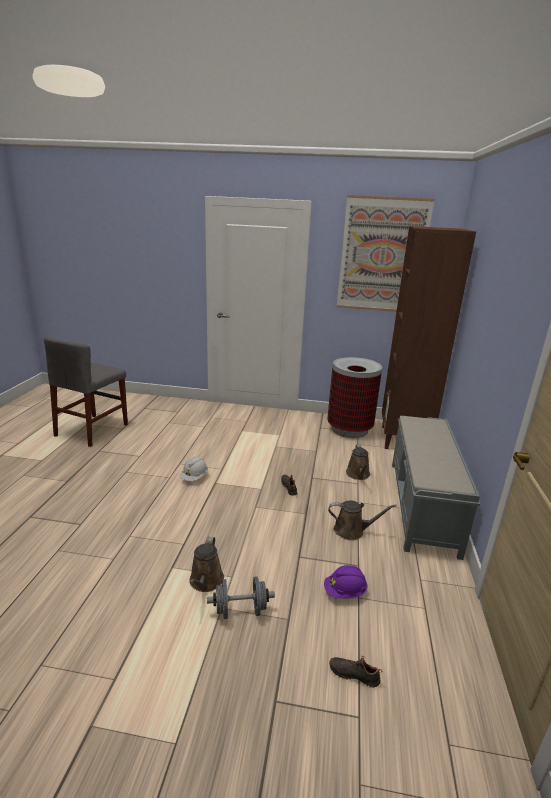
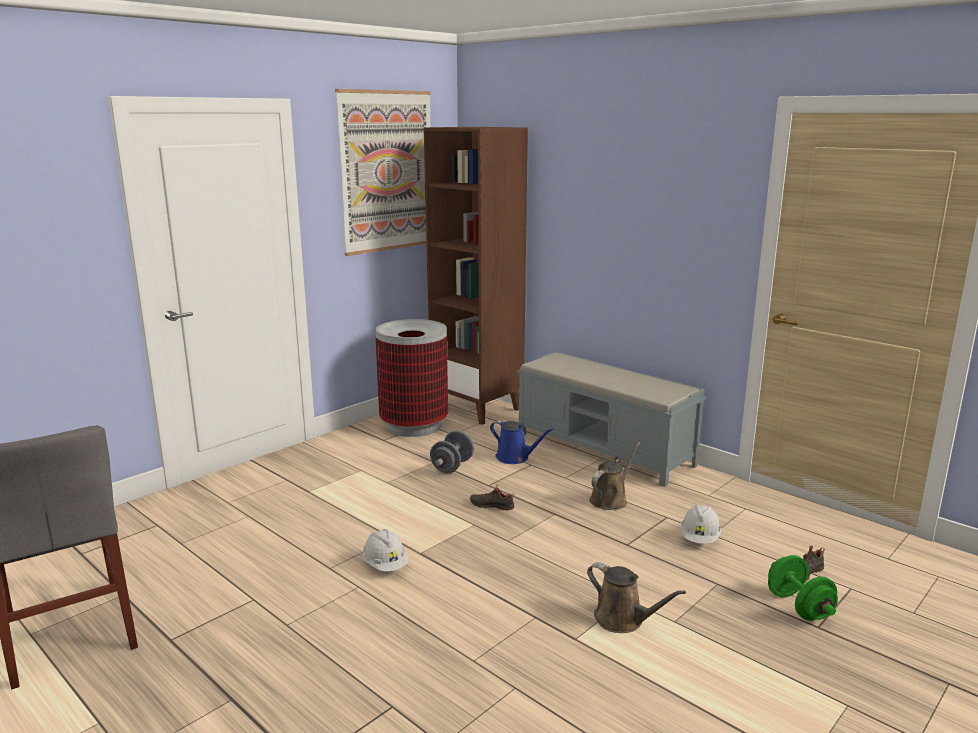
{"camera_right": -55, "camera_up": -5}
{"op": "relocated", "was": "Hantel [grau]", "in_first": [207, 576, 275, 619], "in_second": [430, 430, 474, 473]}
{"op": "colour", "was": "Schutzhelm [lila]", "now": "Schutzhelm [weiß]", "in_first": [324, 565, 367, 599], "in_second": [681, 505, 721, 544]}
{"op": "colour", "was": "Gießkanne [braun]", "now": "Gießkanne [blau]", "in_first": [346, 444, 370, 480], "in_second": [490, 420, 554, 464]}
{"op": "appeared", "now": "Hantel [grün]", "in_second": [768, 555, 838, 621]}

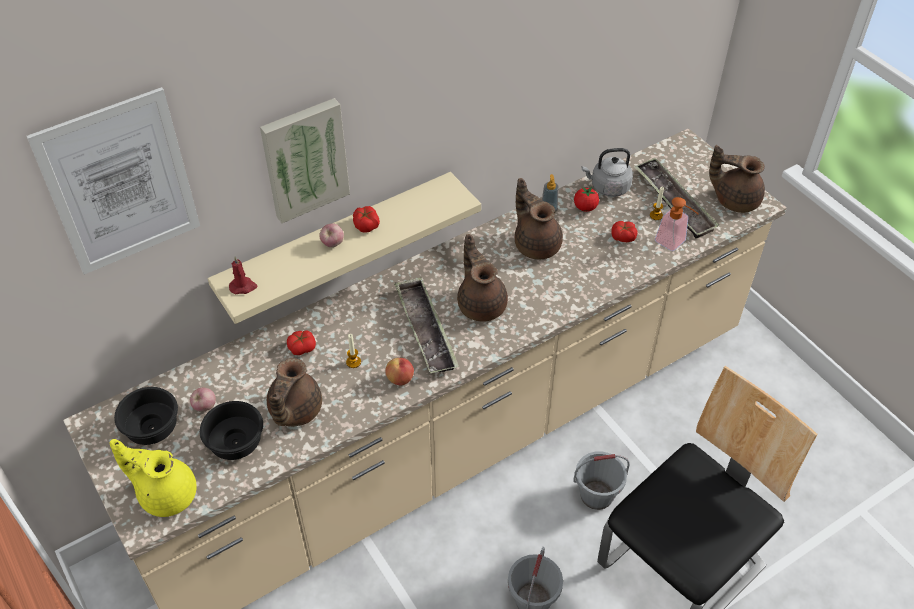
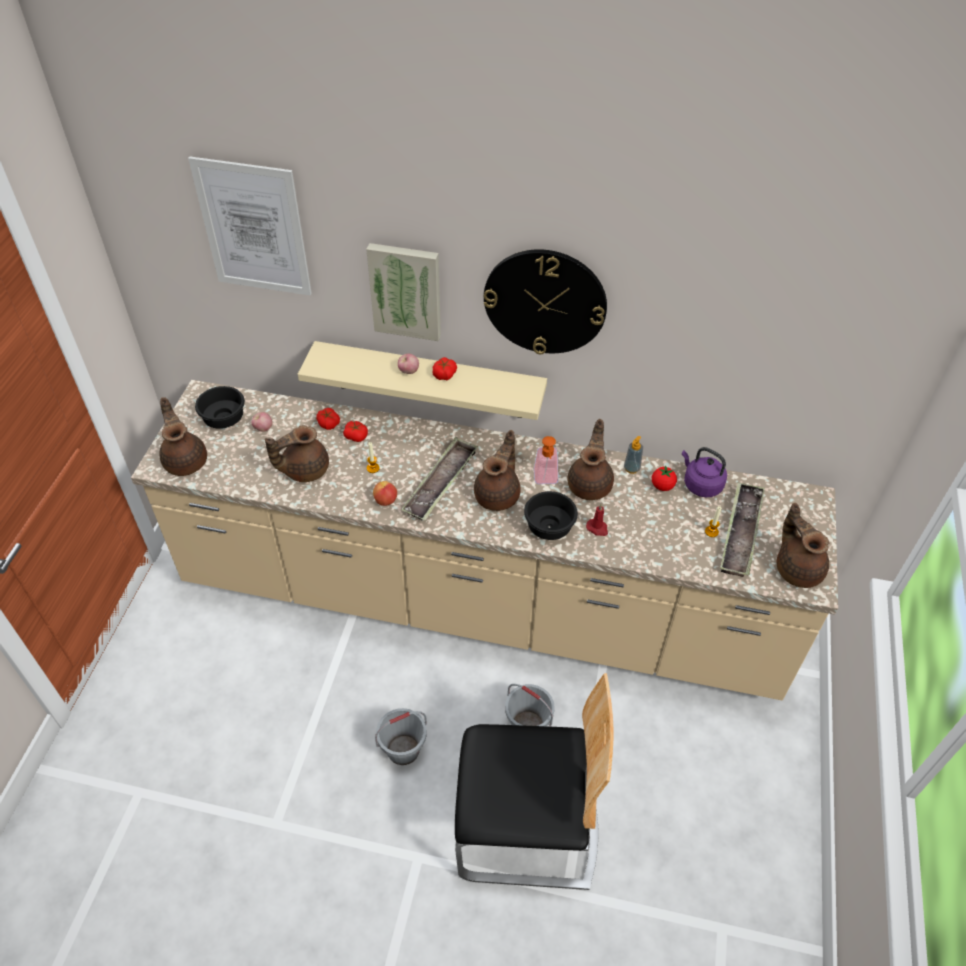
{"camera_right": 45, "camera_up": 0}
{"op": "colour", "was": "Teekanne [gelb]", "now": "Teekanne [braun]", "in_first": [110, 439, 197, 517], "in_second": [159, 397, 207, 476]}
{"op": "relocated", "was": "Schüssel [schwarz]", "in_first": [200, 401, 263, 460], "in_second": [524, 491, 578, 540]}
{"op": "relocated", "was": "Kerze [rot]", "in_first": [229, 256, 257, 294], "in_second": [586, 504, 608, 536]}
{"op": "colour", "was": "Wasserkessel [grau]", "now": "Wasserkessel [lila]", "in_first": [582, 148, 633, 197], "in_second": [682, 447, 727, 497]}
{"op": "relocated", "was": "Tomate", "in_first": [611, 221, 637, 242], "in_second": [316, 408, 340, 430]}
{"op": "relocated", "was": "Seifenspender", "in_first": [655, 197, 699, 251], "in_second": [534, 436, 558, 484]}
{"op": "appeared", "now": "Wanduhr", "in_second": [484, 249, 607, 355]}

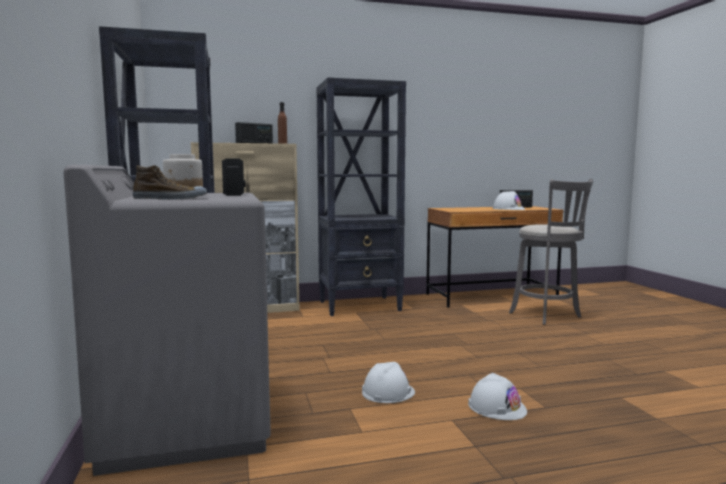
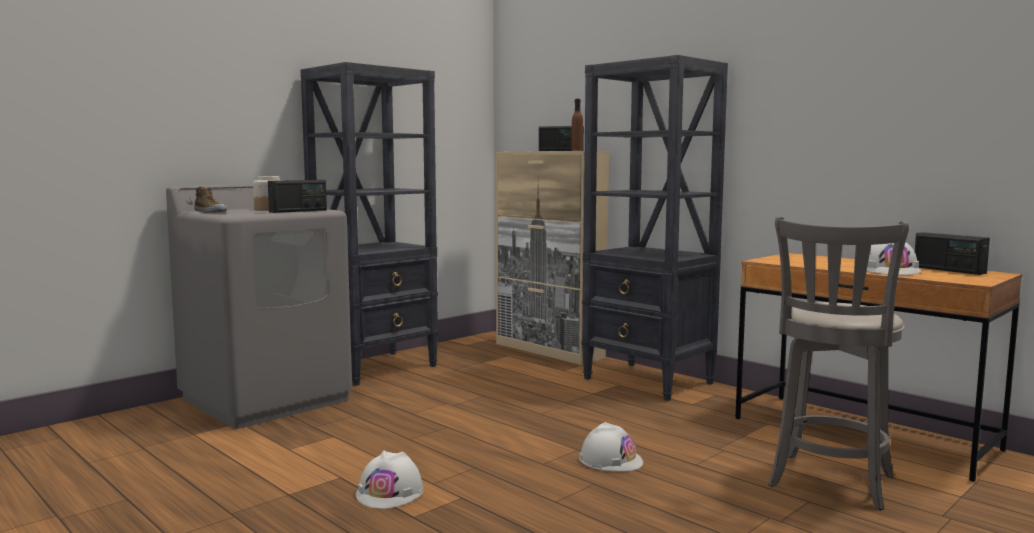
{"camera_right": 60, "camera_up": 0}
{"op": "relocated", "was": "Schutzhelm [weiß]", "in_first": [362, 362, 415, 403], "in_second": [579, 422, 643, 472]}

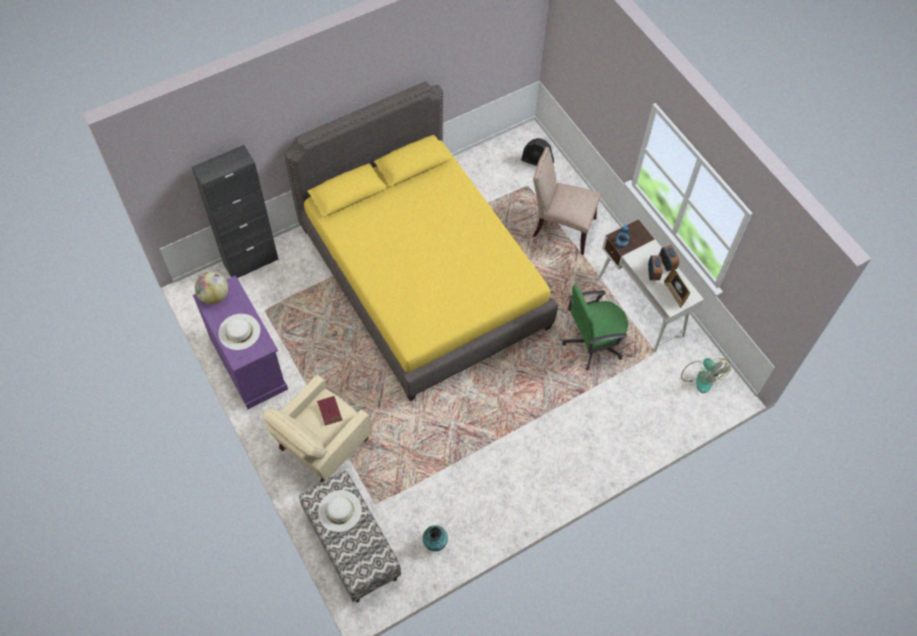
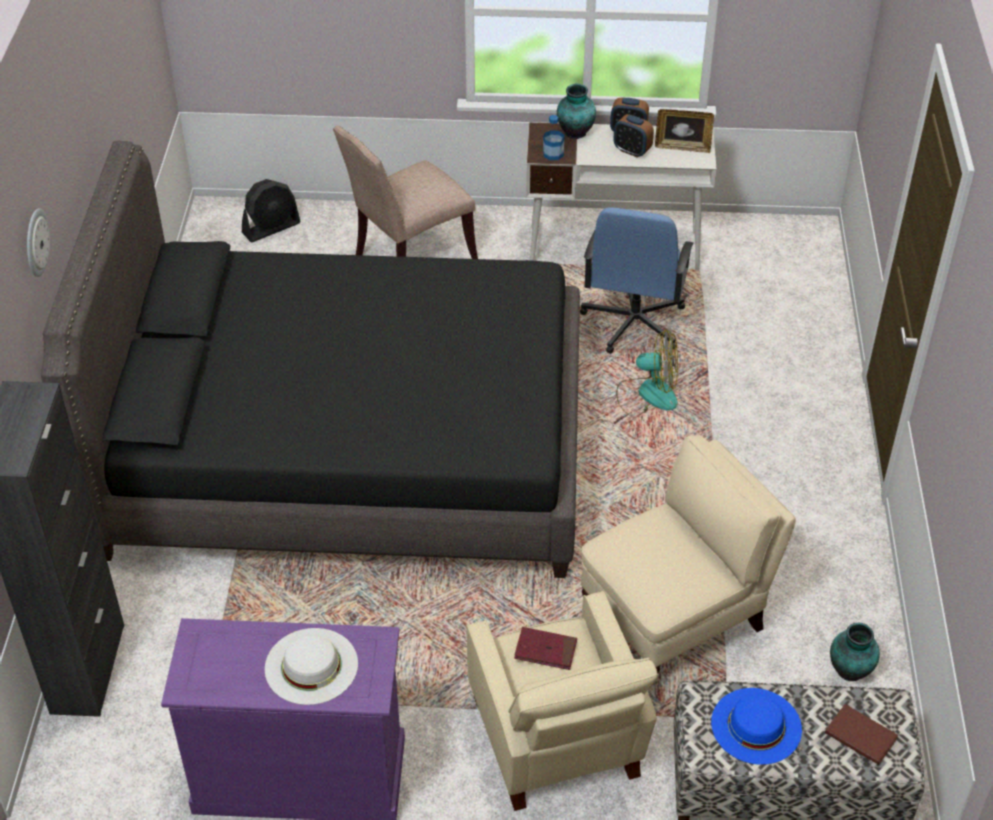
{"camera_right": -55, "camera_up": -15}
{"op": "missing", "was": "Globus", "in_first": [195, 272, 228, 304]}
{"op": "colour", "was": "Bett [gelb]", "now": "Bett [schwarz]", "in_first": [284, 81, 558, 401], "in_second": [41, 141, 580, 578]}
{"op": "colour", "was": "Hut [weiß]", "now": "Hut [blau]", "in_first": [318, 490, 362, 532], "in_second": [711, 688, 802, 765]}
{"op": "colour", "was": "Bürostuhl [grün]", "now": "Bürostuhl [blau]", "in_first": [562, 285, 628, 371], "in_second": [580, 208, 694, 354]}
{"op": "relocated", "was": "Ventilator", "in_first": [681, 358, 730, 393], "in_second": [616, 330, 678, 416]}
{"op": "appeared", "now": "Wanduhr", "in_second": [27, 208, 50, 277]}
{"op": "appeared", "now": "Vase", "in_second": [557, 84, 596, 139]}
{"op": "appeared", "now": "Sessel [beige]", "in_second": [581, 435, 796, 685]}
{"op": "appeared", "now": "Buch [braun]", "in_second": [825, 704, 898, 765]}

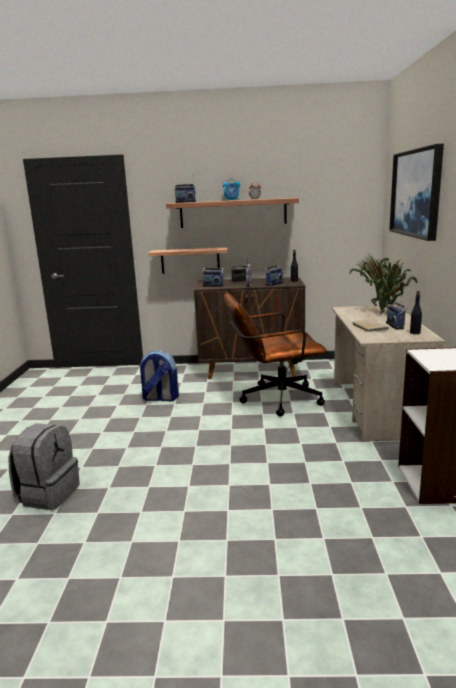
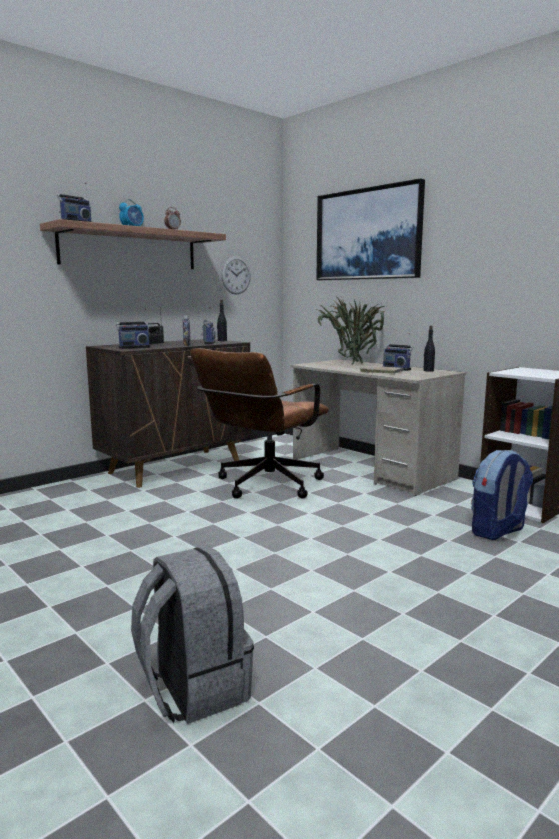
{"camera_right": -45, "camera_up": -5}
{"op": "relocated", "was": "Rucksack", "in_first": [139, 350, 179, 401], "in_second": [471, 450, 533, 540]}
{"op": "missing", "was": "Wandregal", "in_first": [148, 247, 228, 274]}
{"op": "appeared", "now": "Wanduhr", "in_second": [221, 256, 251, 295]}

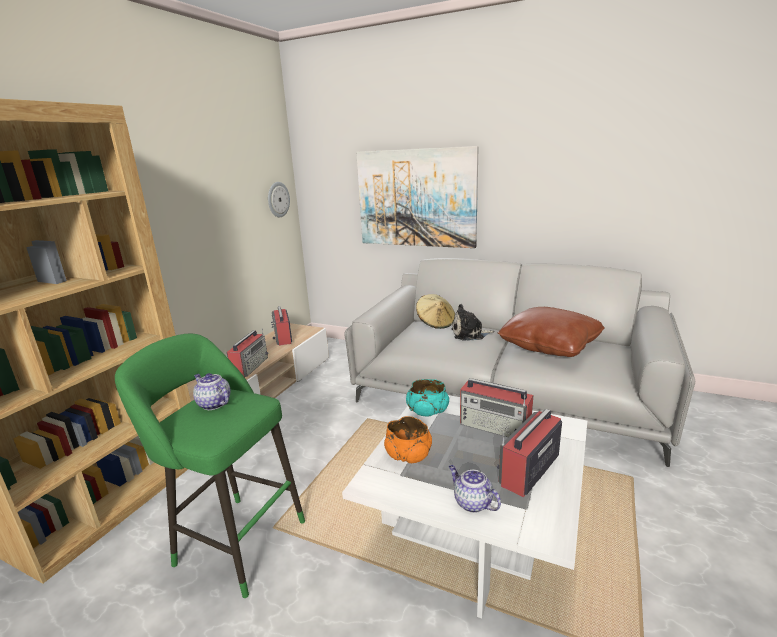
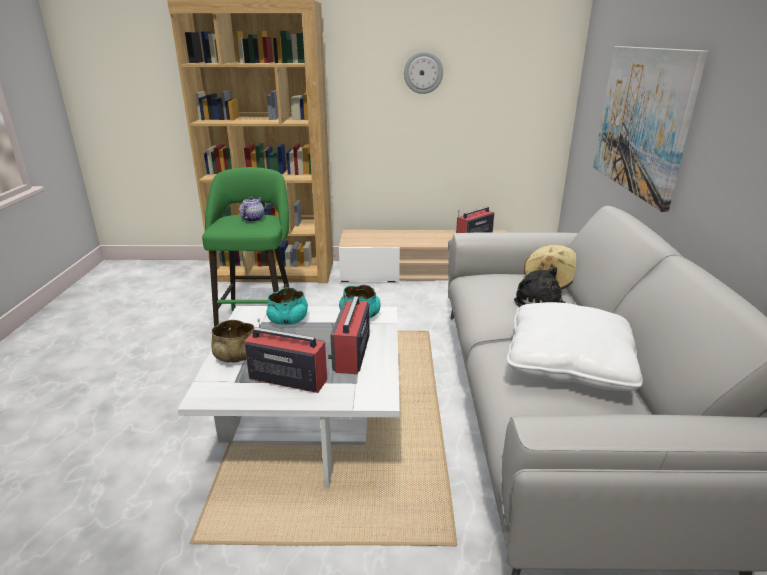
{"camera_right": 65, "camera_up": 5}
{"op": "missing", "was": "Radio", "in_first": [227, 329, 269, 377]}
{"op": "relocated", "was": "Wanduhr", "in_first": [268, 182, 290, 217], "in_second": [404, 51, 443, 94]}
{"op": "colour", "was": "Schüssel [orange]", "now": "Schüssel [türkis]", "in_first": [384, 416, 432, 463], "in_second": [266, 287, 308, 325]}
{"op": "exchanged", "was": "Teekanne", "now": "Schüssel [beige]", "in_first": [449, 465, 501, 513], "in_second": [211, 320, 254, 363]}
{"op": "colour", "was": "Kissen [braun]", "now": "Kissen [weiß]", "in_first": [498, 307, 604, 357], "in_second": [507, 302, 643, 391]}

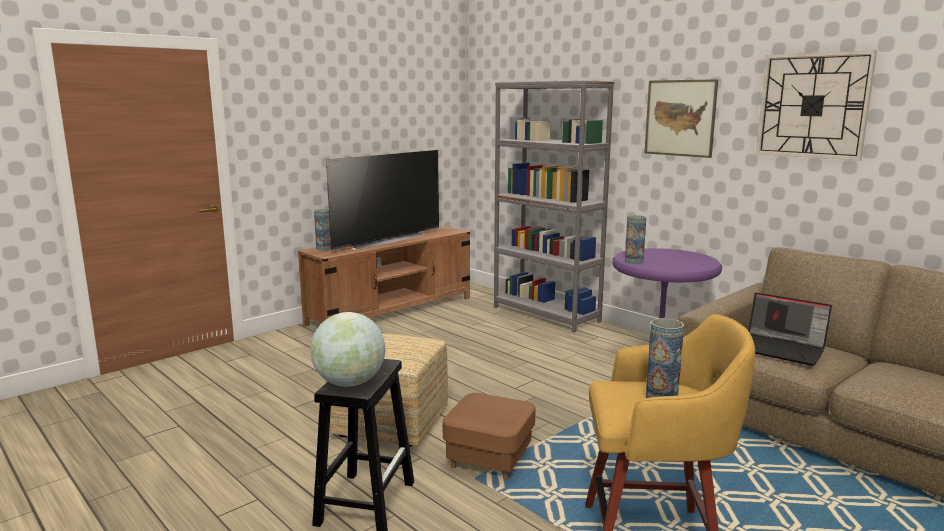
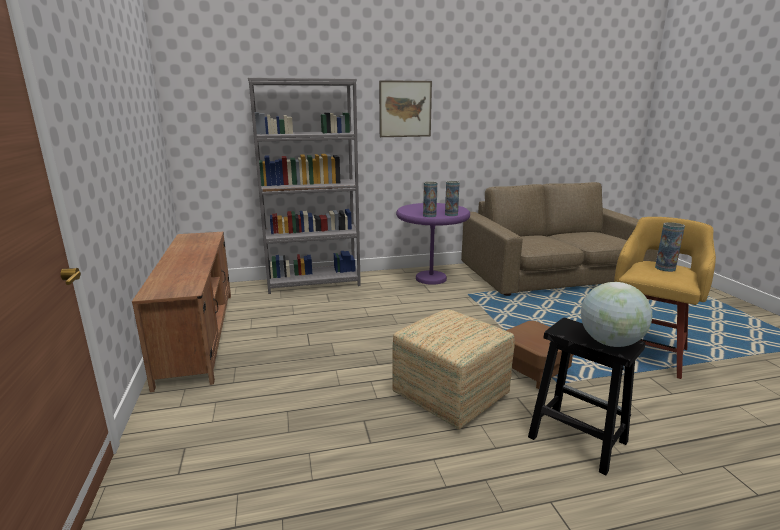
{"camera_right": -60, "camera_up": 5}
{"op": "relocated", "was": "Vase", "in_first": [314, 209, 331, 251], "in_second": [445, 181, 460, 216]}
{"op": "missing", "was": "Fernseher", "in_first": [326, 150, 439, 250]}
{"op": "missing", "was": "Laptop", "in_first": [748, 293, 832, 366]}
{"op": "missing", "was": "Wanduhr", "in_first": [756, 50, 877, 161]}

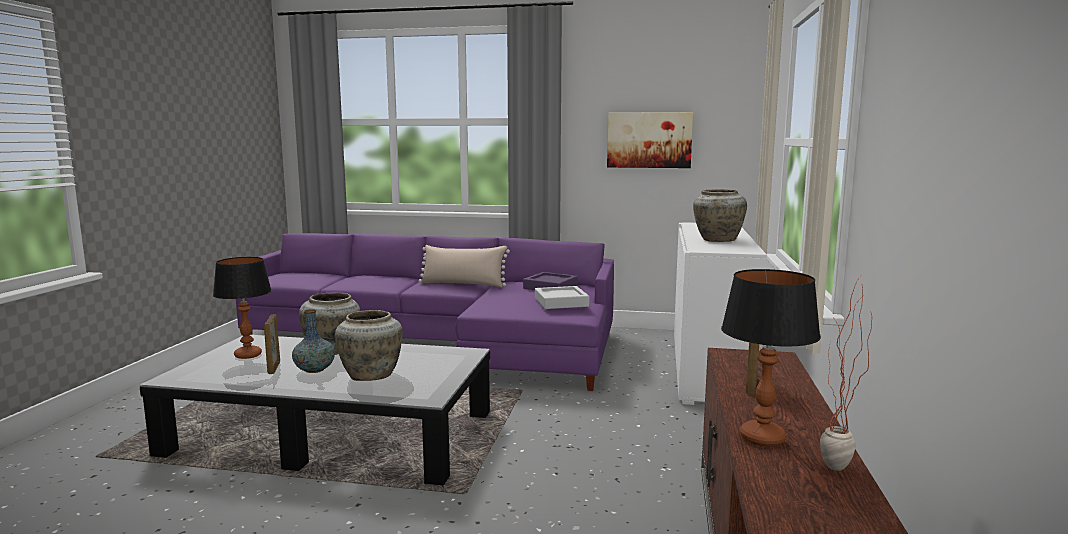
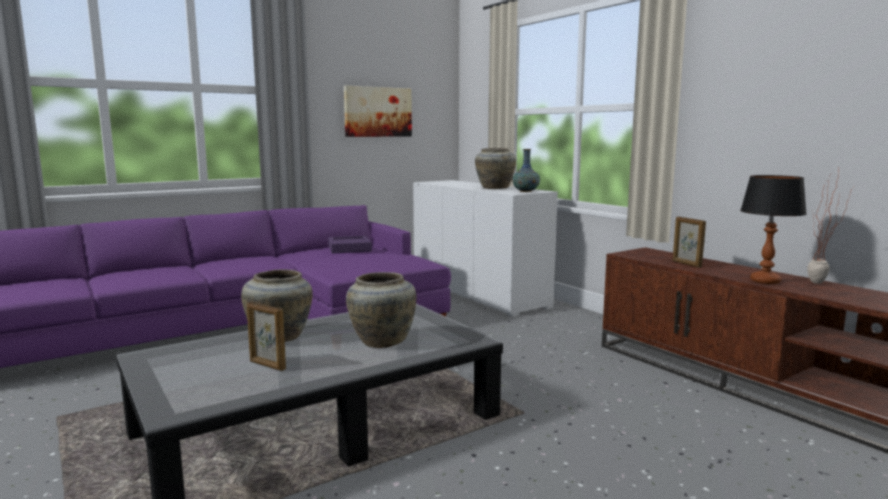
{"camera_right": -45, "camera_up": 0}
{"op": "missing", "was": "Tischlampe", "in_first": [213, 257, 272, 359]}
{"op": "relocated", "was": "Vase", "in_first": [292, 309, 335, 373], "in_second": [512, 149, 540, 192]}
{"op": "missing", "was": "Kissen [beige]", "in_first": [419, 245, 510, 287]}
{"op": "missing", "was": "Tablett [grau]", "in_first": [535, 286, 589, 309]}

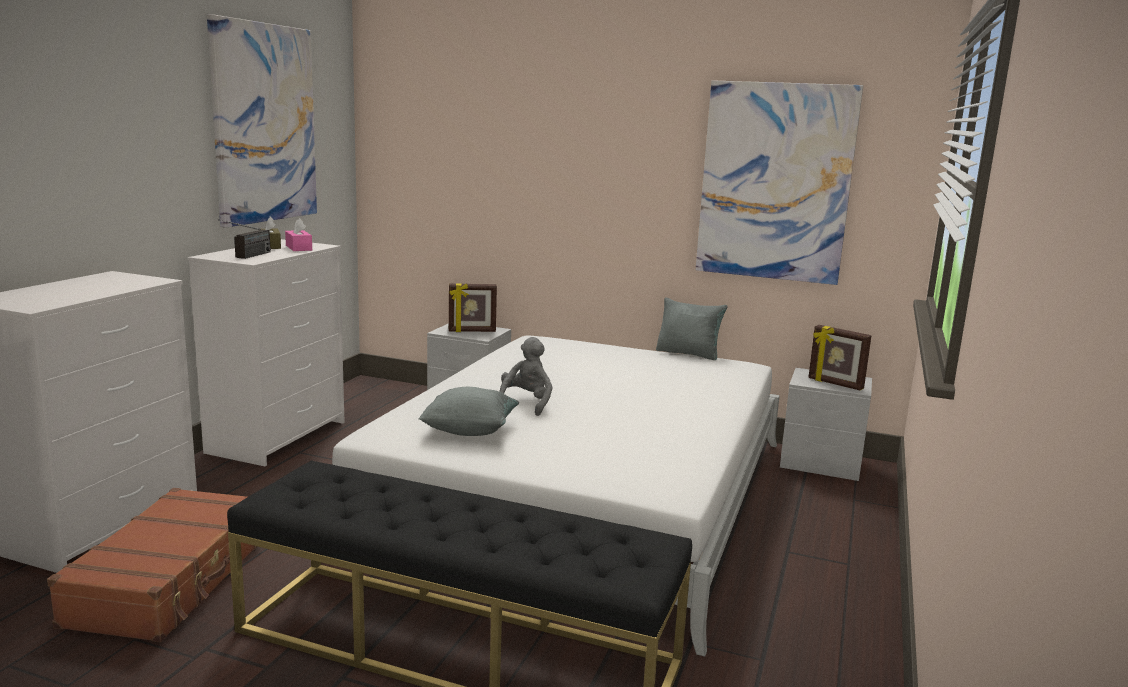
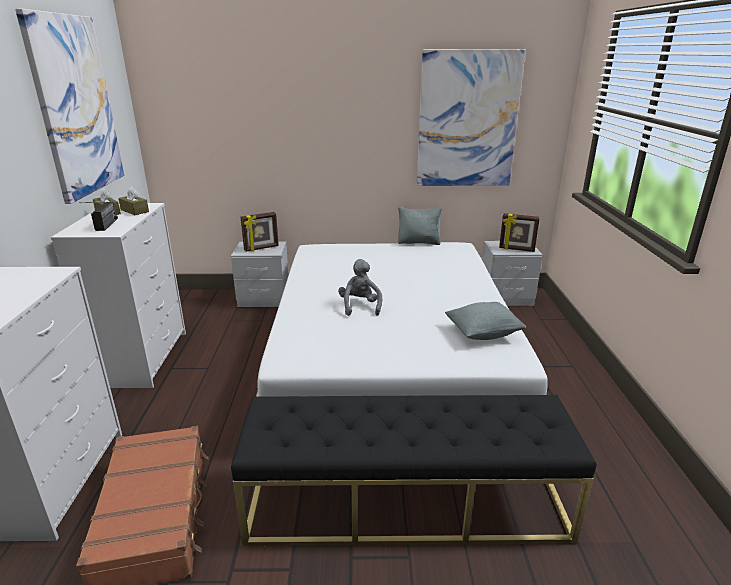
{"camera_right": -20, "camera_up": 10}
{"op": "colour", "was": "Taschentuchbox [rosa]", "now": "Taschentuchbox [braun]", "in_first": [285, 218, 312, 251], "in_second": [118, 187, 149, 215]}
{"op": "relocated", "was": "Kissen [grau]", "in_first": [418, 387, 519, 436], "in_second": [445, 302, 526, 340]}

